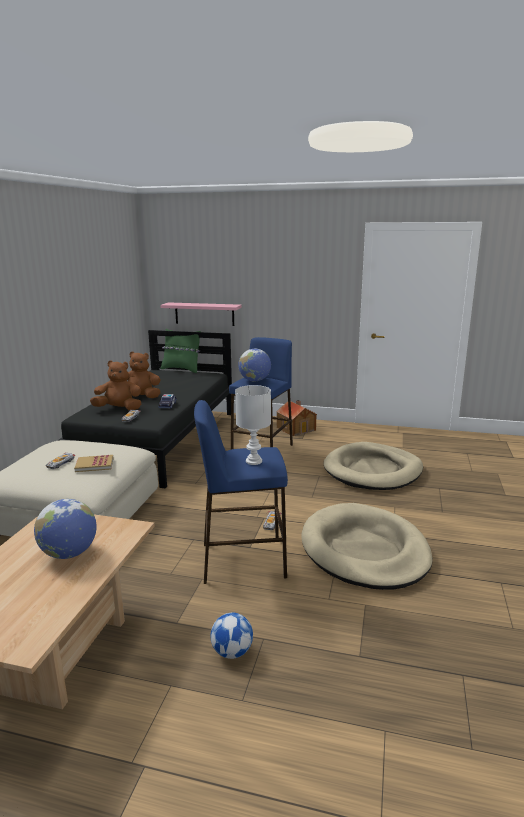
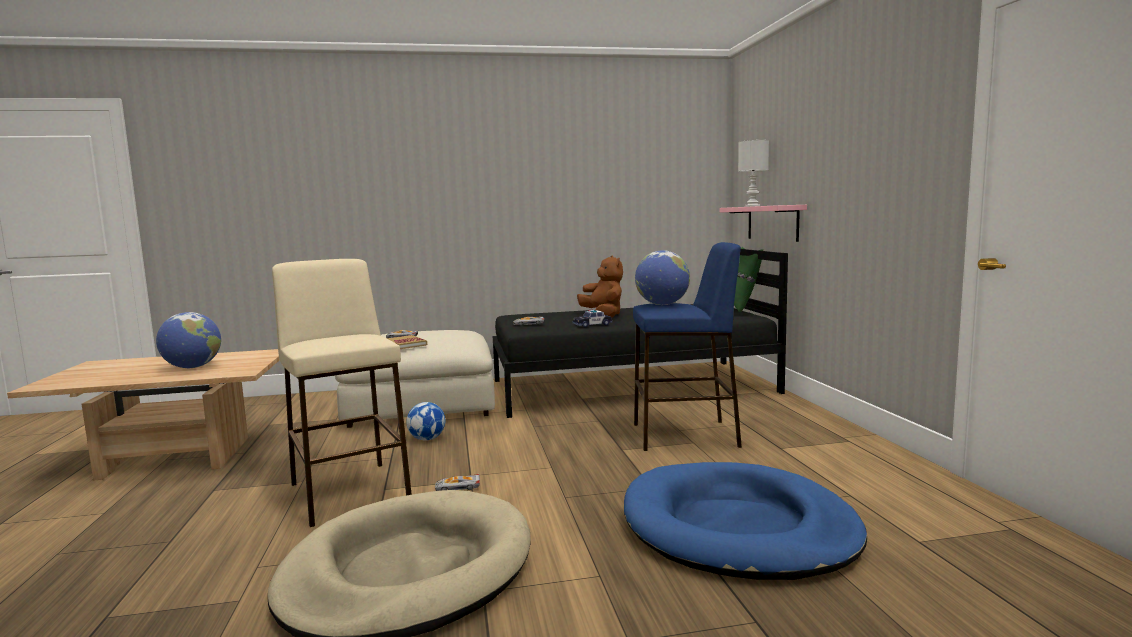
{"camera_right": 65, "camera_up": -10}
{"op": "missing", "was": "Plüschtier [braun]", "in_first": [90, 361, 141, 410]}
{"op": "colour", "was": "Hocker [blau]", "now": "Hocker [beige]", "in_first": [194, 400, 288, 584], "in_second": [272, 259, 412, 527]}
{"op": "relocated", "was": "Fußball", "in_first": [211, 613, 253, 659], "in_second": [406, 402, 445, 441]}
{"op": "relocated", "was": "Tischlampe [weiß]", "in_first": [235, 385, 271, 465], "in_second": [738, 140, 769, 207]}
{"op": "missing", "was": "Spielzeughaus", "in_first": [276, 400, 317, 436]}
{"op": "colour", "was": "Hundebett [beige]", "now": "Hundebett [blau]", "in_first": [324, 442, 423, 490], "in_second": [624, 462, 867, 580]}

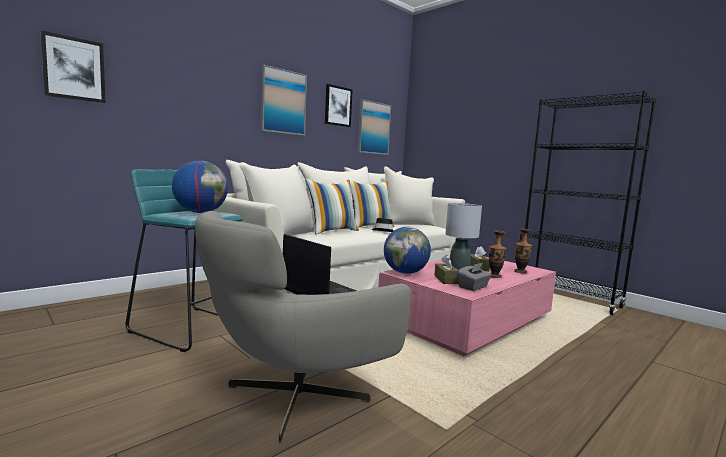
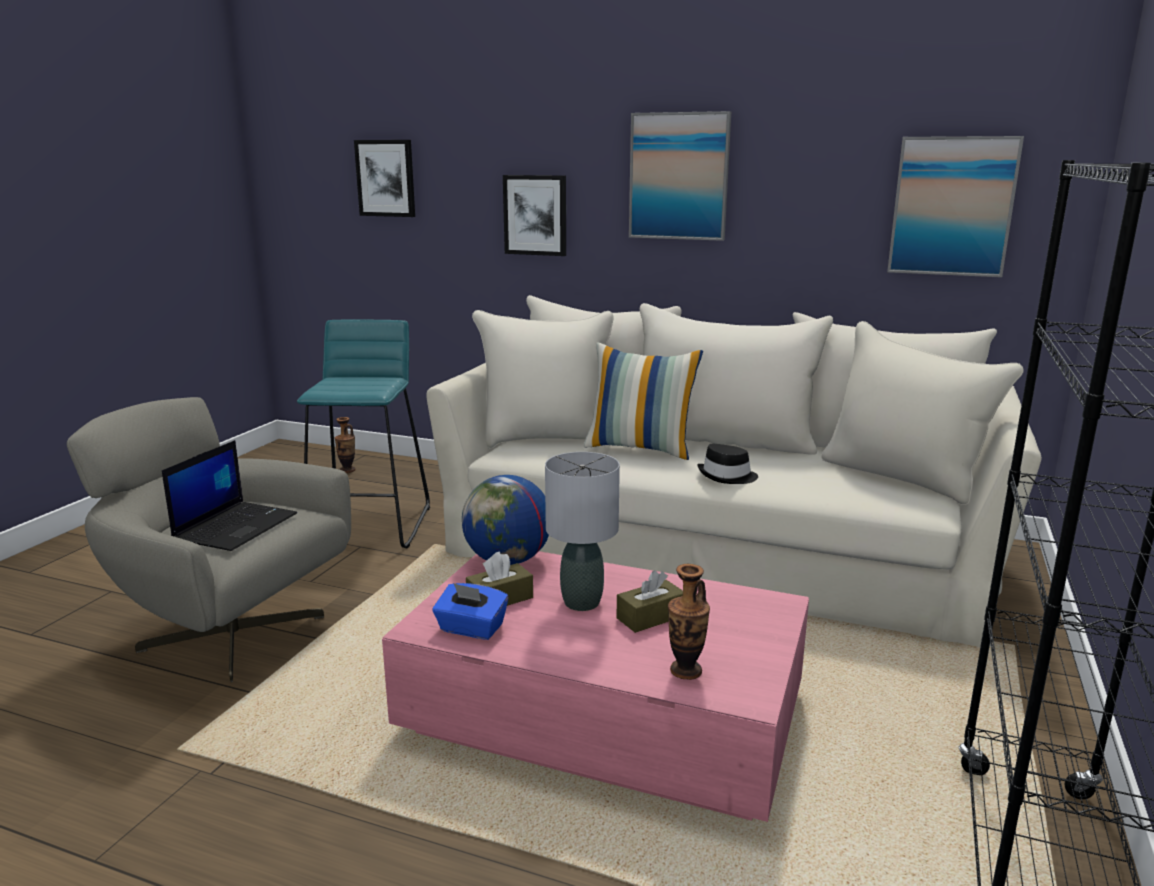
{"camera_right": 65, "camera_up": 10}
{"op": "missing", "was": "Globus", "in_first": [172, 161, 228, 213]}
{"op": "relocated", "was": "Bild", "in_first": [325, 84, 353, 127], "in_second": [503, 175, 566, 256]}
{"op": "missing", "was": "Kissen", "in_first": [350, 180, 394, 228]}
{"op": "colour", "was": "Taschentuchbox [grau]", "now": "Taschentuchbox [blau]", "in_first": [457, 263, 491, 291], "in_second": [433, 583, 508, 640]}
{"op": "relocated", "was": "Vase", "in_first": [489, 230, 507, 278], "in_second": [334, 417, 356, 473]}

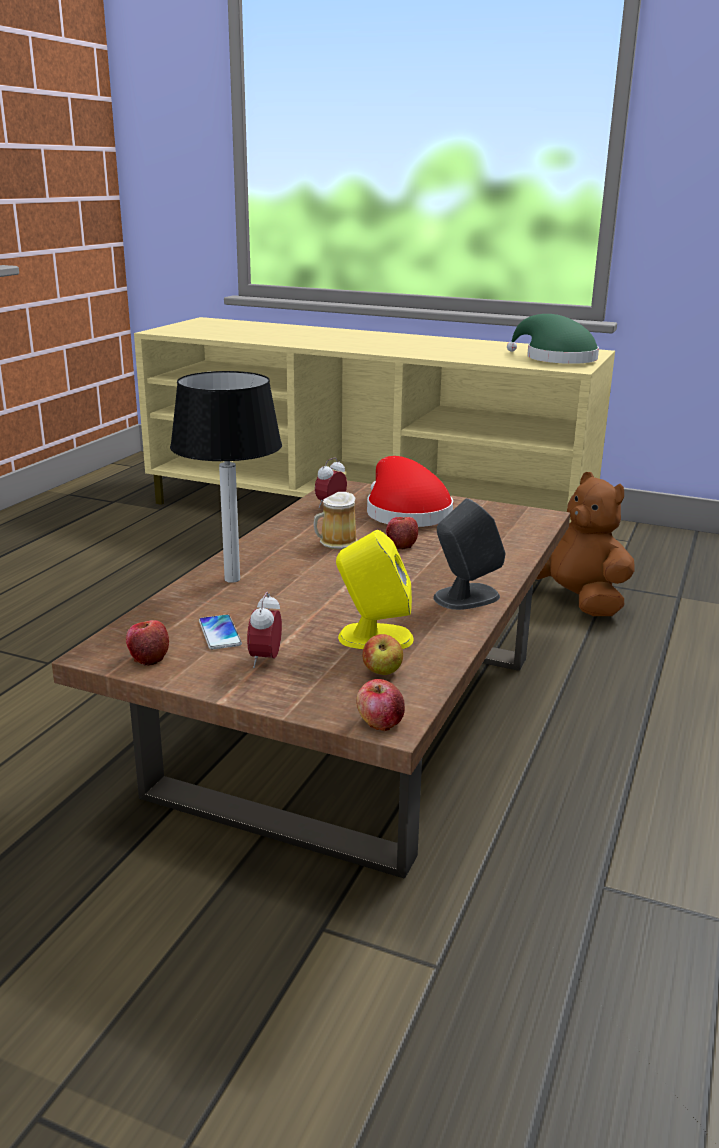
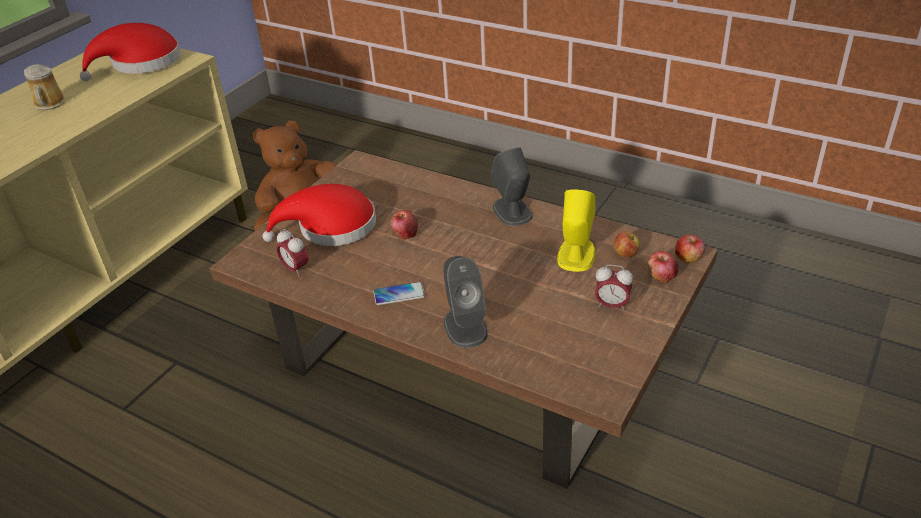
{"camera_right": -80, "camera_up": 15}
{"op": "relocated", "was": "Apfel", "in_first": [126, 620, 169, 666], "in_second": [648, 251, 679, 283]}
{"op": "exchanged", "was": "Tischlampe", "now": "Lautsprecher [grau]", "in_first": [170, 371, 282, 583], "in_second": [443, 256, 487, 348]}
{"op": "relocated", "was": "Handy", "in_first": [199, 615, 242, 649], "in_second": [374, 282, 425, 305]}
{"op": "relocated", "was": "Henkelbecher", "in_first": [313, 492, 358, 549], "in_second": [24, 64, 65, 110]}
{"op": "colour", "was": "Hut [grün]", "now": "Hut [rot]", "in_first": [507, 314, 599, 364], "in_second": [80, 23, 181, 81]}

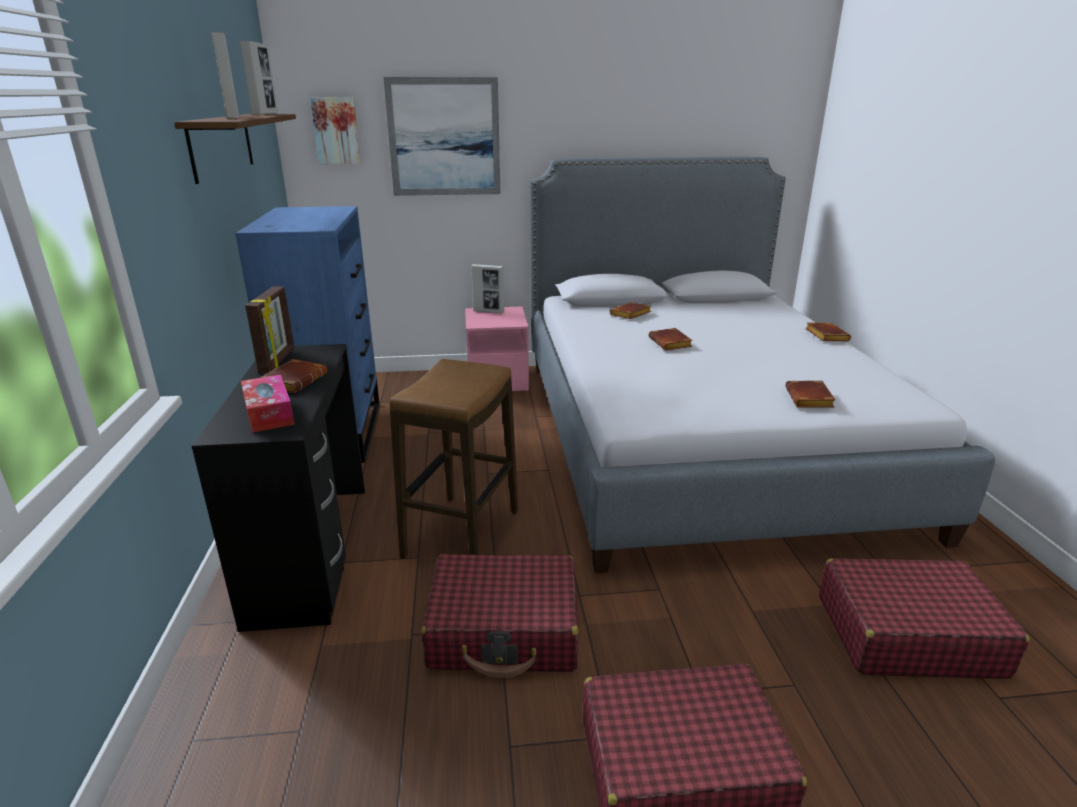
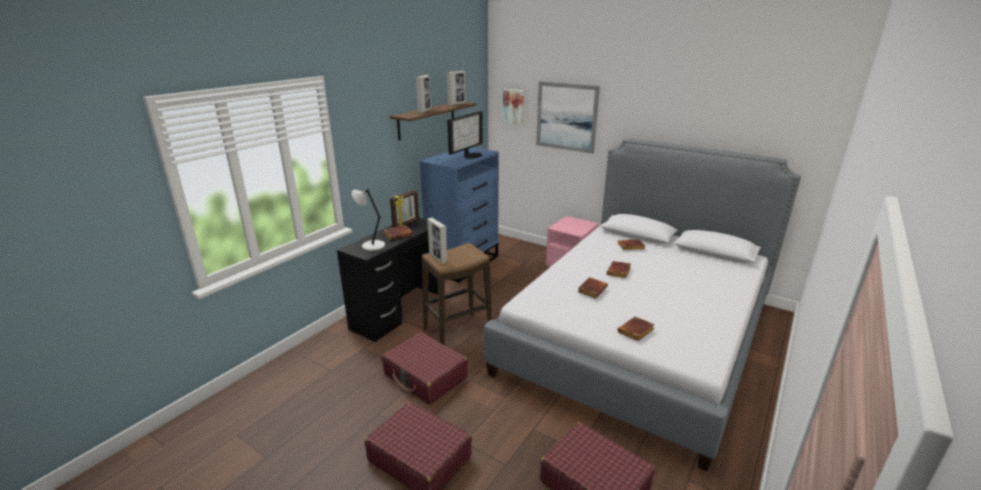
{"camera_right": 40, "camera_up": 0}
{"op": "exchanged", "was": "Taschentuchbox", "now": "Tischlampe [grau]", "in_first": [241, 375, 295, 433], "in_second": [352, 189, 385, 251]}
{"op": "relocated", "was": "Bilderrahmen", "in_first": [471, 264, 504, 314], "in_second": [427, 218, 448, 263]}
{"op": "relocated", "was": "Buch [braun]", "in_first": [805, 322, 851, 342], "in_second": [577, 277, 608, 298]}
{"op": "appeared", "now": "Monitor", "in_second": [447, 111, 483, 159]}

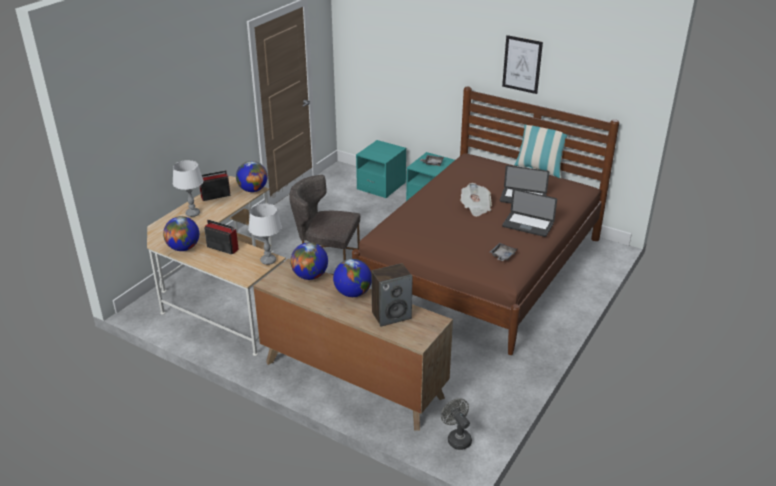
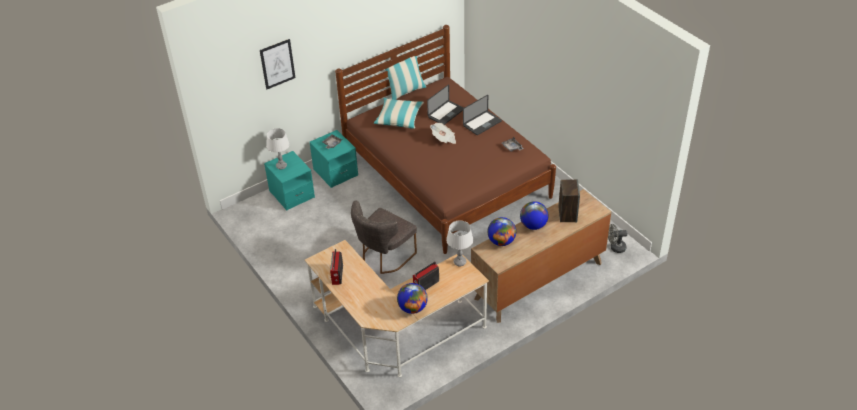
{"camera_right": -65, "camera_up": 10}
{"op": "relocated", "was": "Tischlampe [weiß]", "in_first": [173, 160, 204, 217], "in_second": [266, 128, 290, 170]}
{"op": "missing", "was": "Globus", "in_first": [236, 161, 267, 192]}
{"op": "relocated", "was": "Bild", "in_first": [502, 35, 543, 94], "in_second": [260, 39, 296, 89]}
{"op": "appeared", "now": "Kissen", "in_second": [374, 98, 424, 129]}

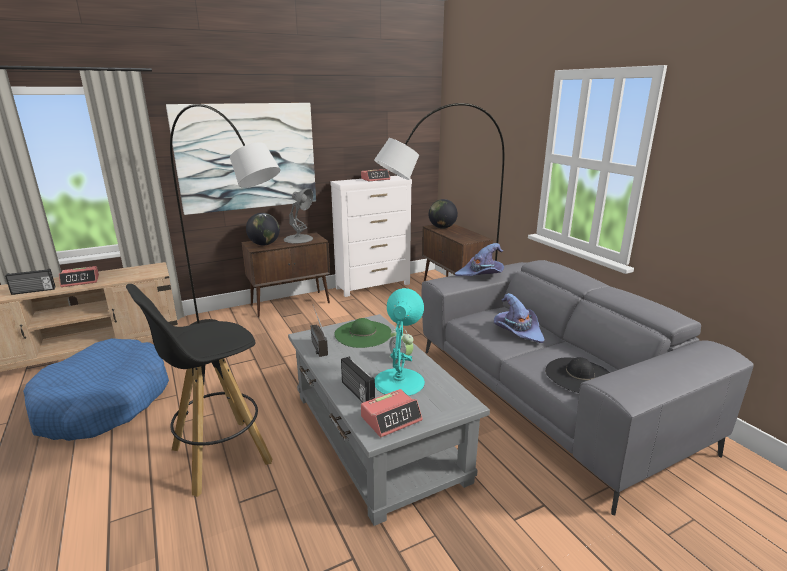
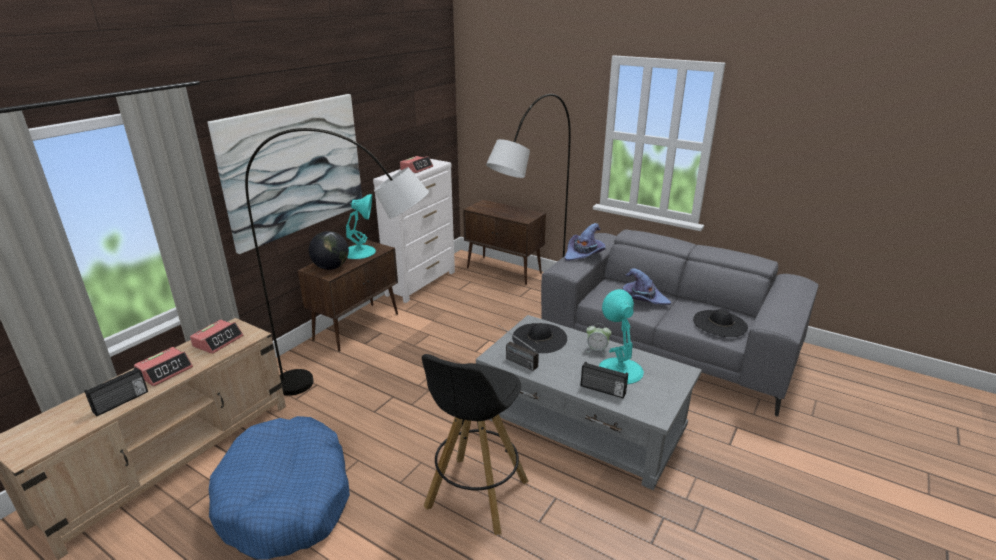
{"camera_right": -30, "camera_up": 5}
{"op": "colour", "was": "Tischlampe [grau]", "now": "Tischlampe [türkis]", "in_first": [284, 188, 313, 244], "in_second": [346, 194, 376, 259]}
{"op": "colour", "was": "Hut [grün]", "now": "Hut [schwarz]", "in_first": [334, 318, 392, 348], "in_second": [512, 323, 567, 353]}
{"op": "relocated", "was": "Wecker", "in_first": [361, 389, 423, 437], "in_second": [190, 320, 243, 354]}
{"op": "missing", "was": "Globus", "in_first": [428, 199, 458, 229]}

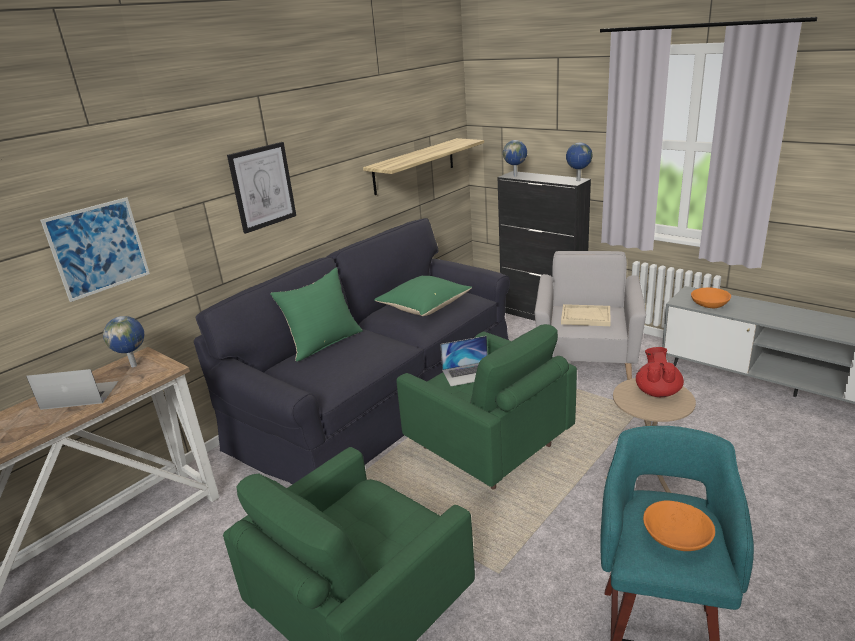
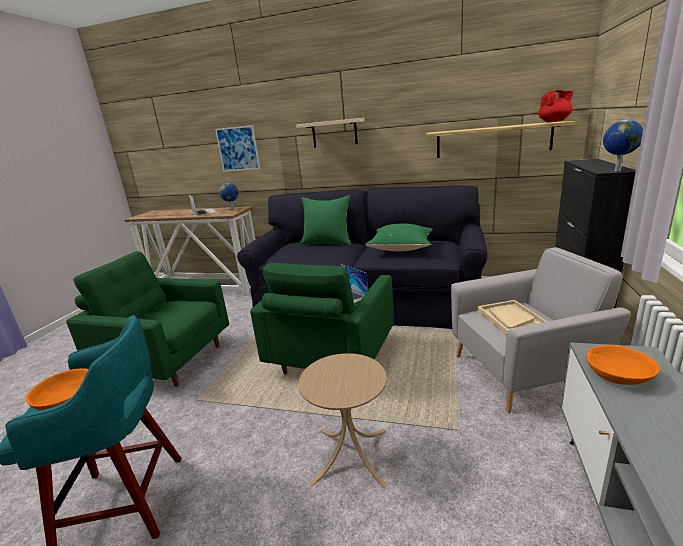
{"camera_right": 65, "camera_up": -5}
{"op": "exchanged", "was": "Bild", "now": "Wandregal [beige]", "in_first": [227, 142, 296, 234], "in_second": [296, 118, 365, 148]}
{"op": "missing", "was": "Globus", "in_first": [503, 140, 527, 177]}
{"op": "relocated", "was": "Teekanne [rot]", "in_first": [636, 347, 684, 397], "in_second": [538, 90, 573, 122]}

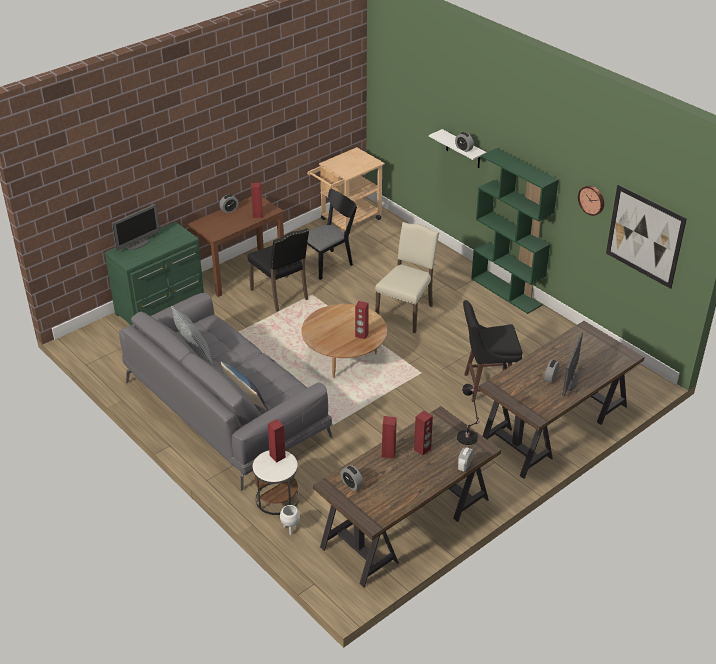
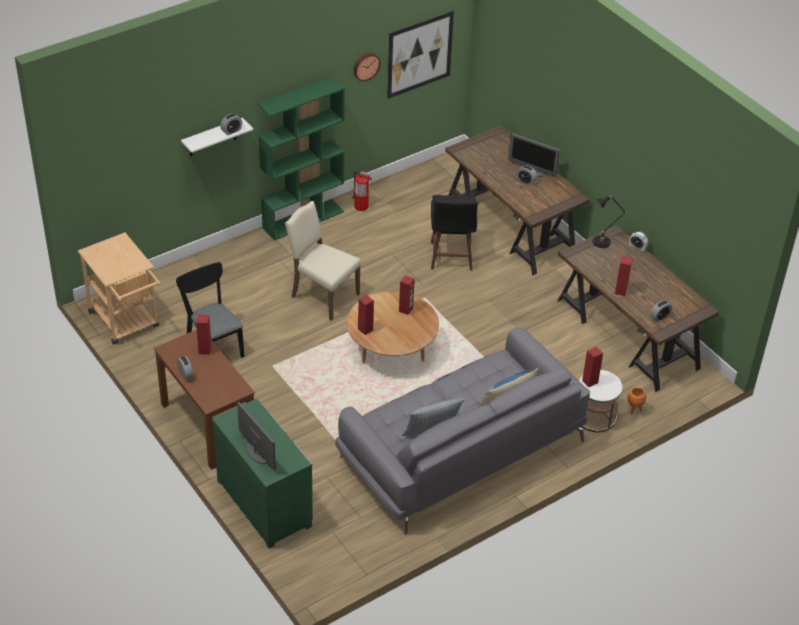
{"camera_right": -85, "camera_up": 5}
{"op": "missing", "was": "Stuhl [schwarz]", "in_first": [248, 228, 309, 312]}
{"op": "colour", "was": "Pflanzkübel [weiß]", "now": "Pflanzkübel [orange]", "in_first": [280, 505, 300, 535], "in_second": [627, 387, 646, 414]}
{"op": "relocated", "was": "Lautsprecher [rot]", "in_first": [414, 411, 433, 455], "in_second": [358, 294, 374, 335]}
{"op": "appeared", "now": "Feuerlöscher", "in_second": [353, 172, 372, 211]}

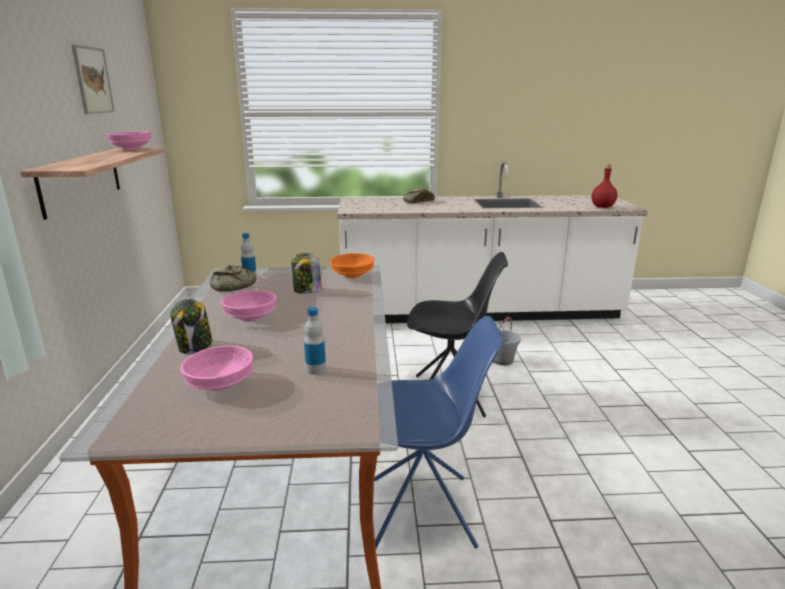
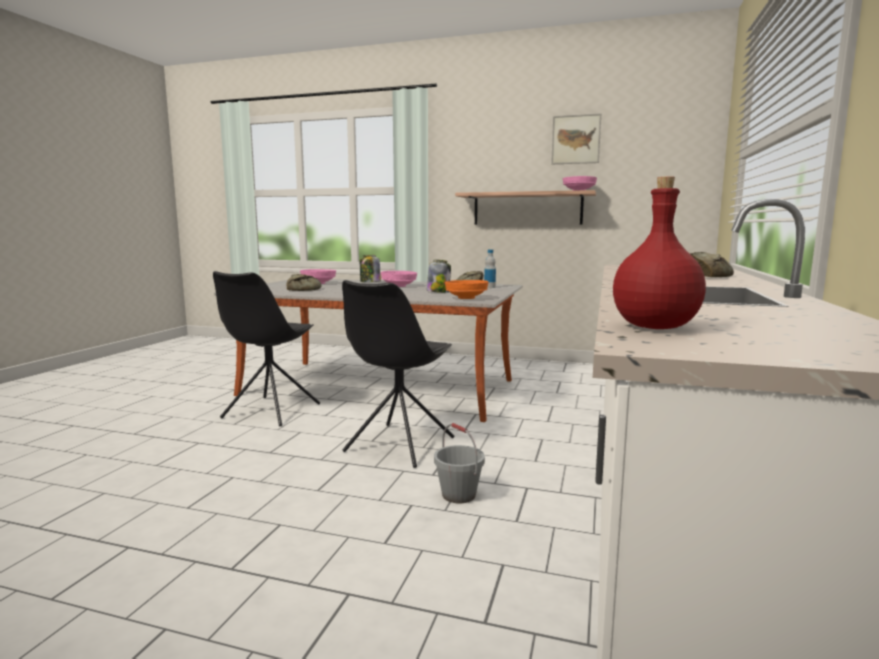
{"camera_right": 110, "camera_up": -10}
{"op": "exchanged", "was": "Flasche", "now": "Brot", "in_first": [304, 307, 326, 375], "in_second": [287, 274, 322, 291]}
{"op": "colour", "was": "Stuhl [blau]", "now": "Stuhl [schwarz]", "in_first": [374, 316, 505, 549], "in_second": [213, 271, 320, 426]}

